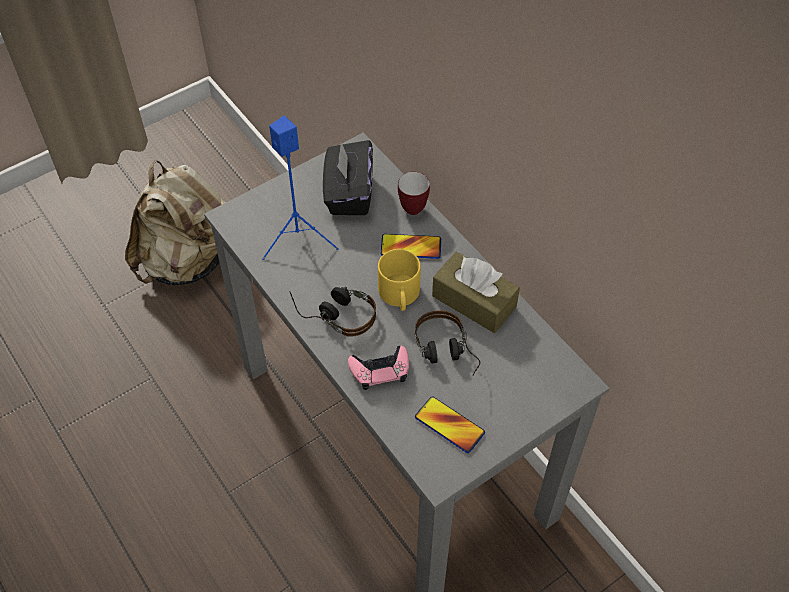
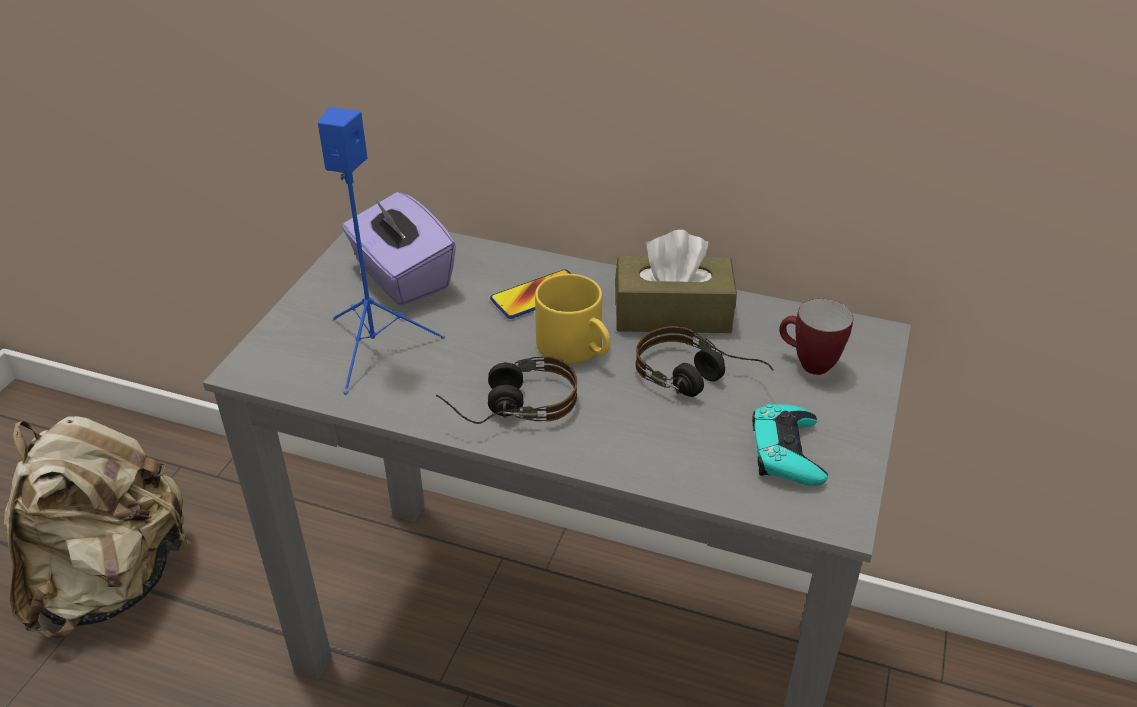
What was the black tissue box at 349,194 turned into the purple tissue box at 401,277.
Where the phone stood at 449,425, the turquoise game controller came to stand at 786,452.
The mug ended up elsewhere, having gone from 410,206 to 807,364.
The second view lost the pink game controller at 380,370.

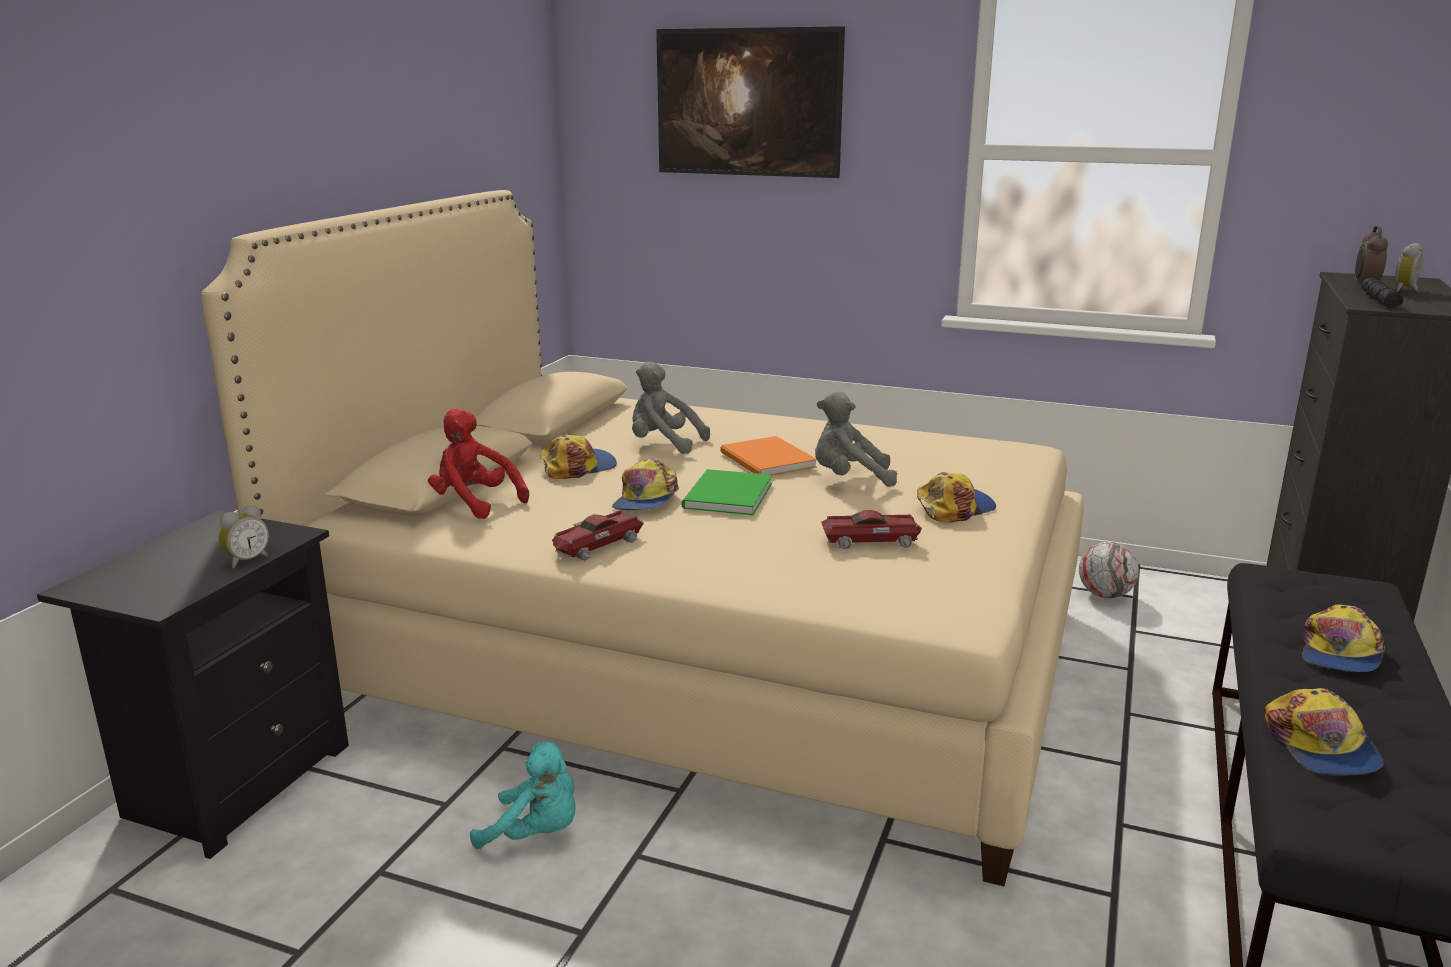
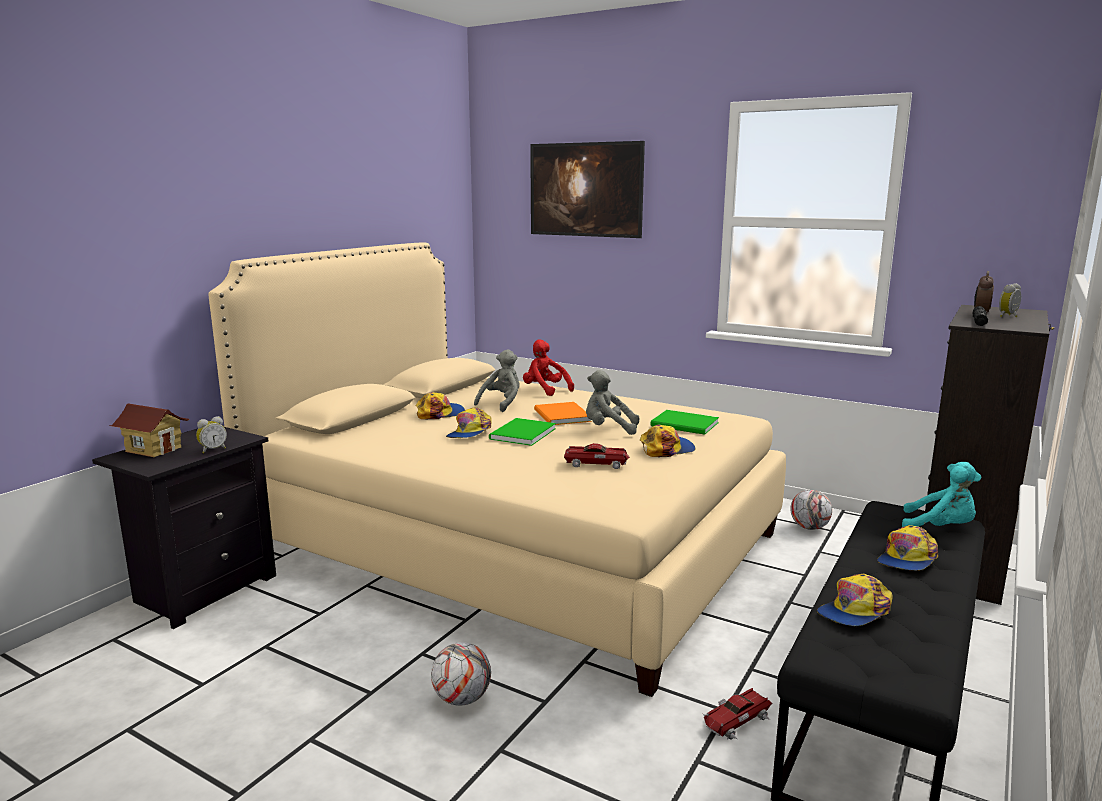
The second view gained the toy house at 154,449.
The second view gained the football at 462,699.
The grey plush toy at 663,444 ended up facing another way, 90 degrees clockwise from before.
The red plush toy ended up elsewhere, having gone from 474,504 to 545,390.
The second view gained the green book at 686,425.
The toy car ended up elsewhere, having gone from 597,545 to 736,720.
The cap at 1320,746 ended up facing another way, 45 degrees clockwise from before.
The turquoise plush toy ended up elsewhere, having gone from 536,834 to 940,528.

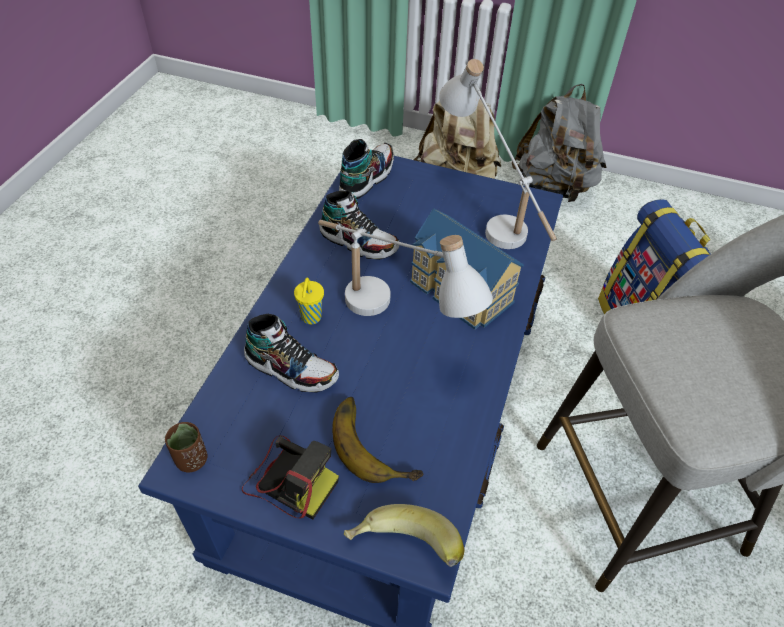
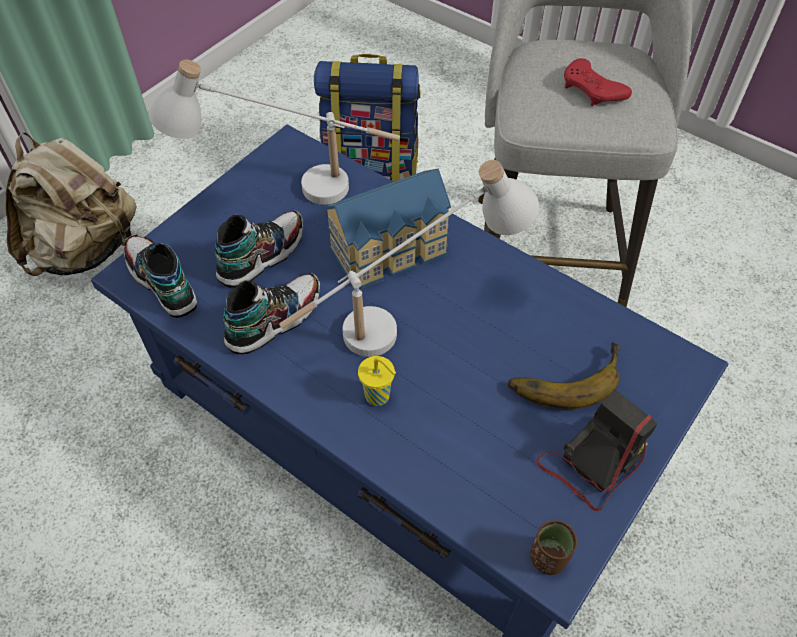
The shoe ended up elsewhere, having gone from 291,369 to 262,255.
The second view gained the red game controller at 592,89.
The second view lost the banana at 401,551.
The second view lost the grey backpack at 553,187.

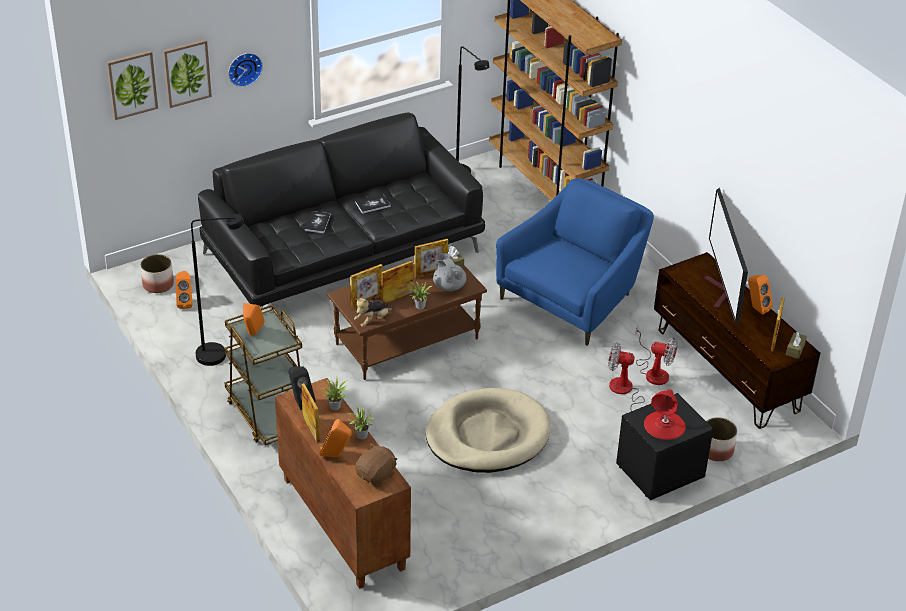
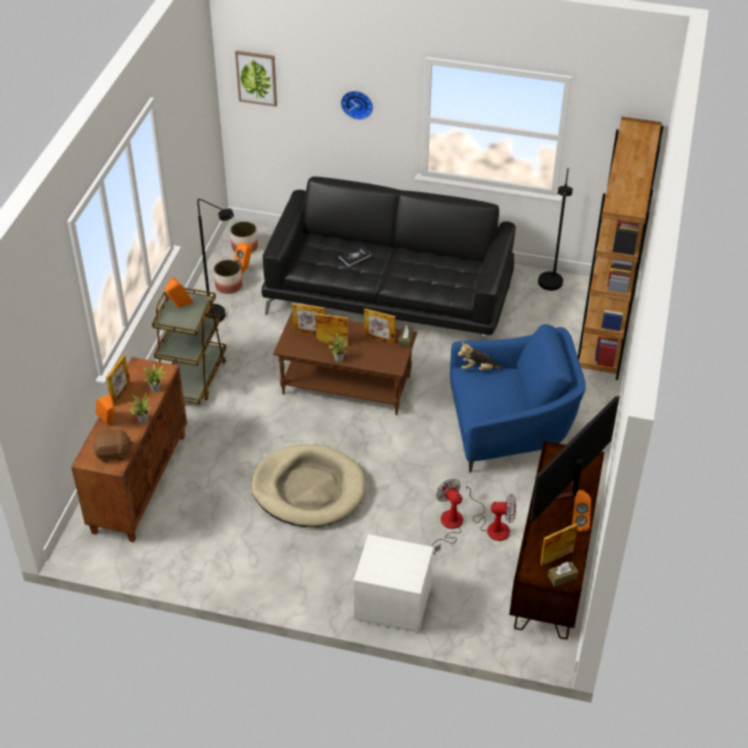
The planter ended up elsewhere, having gone from 716,450 to 228,286.
What was the black nightstand at 660,471 turned into the white nightstand at 391,604.
The plush toy ended up elsewhere, having gone from 372,320 to 478,369.
The fan at 653,371 ended up facing another way, 60 degrees counterclockwise from before.
The second view lost the picture at 186,73.
The second view lost the black speaker at 300,402.
The second view lost the book at 373,205.
The second view lost the grey teapot at 449,286.
The second view lost the red table lamp at 664,425.

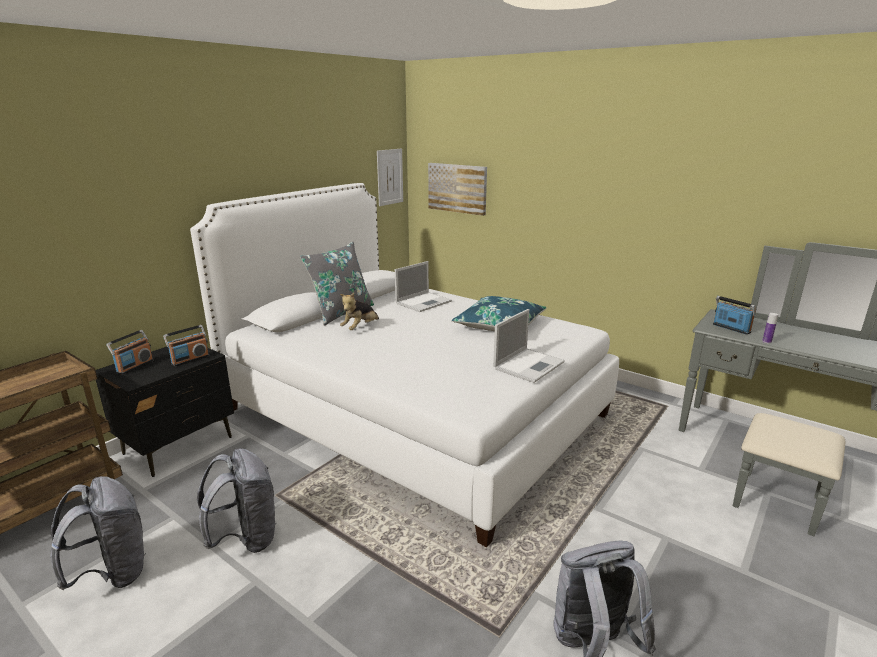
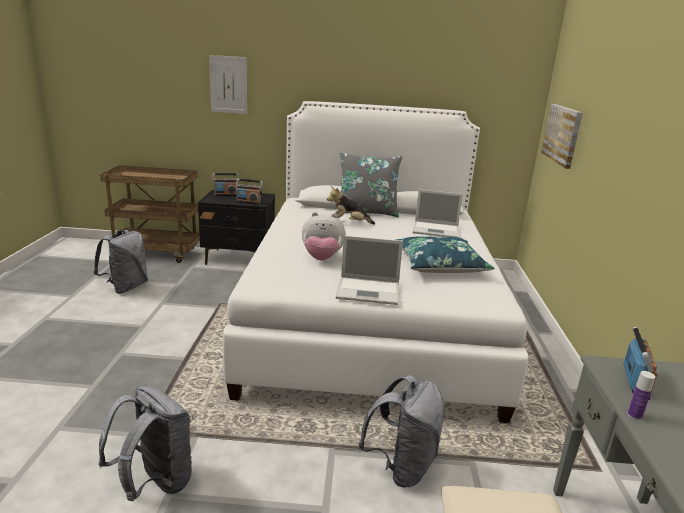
The picture ended up elsewhere, having gone from 390,177 to 228,84.
The second view gained the plush toy at 322,259.
The grey backpack ended up elsewhere, having gone from 246,538 to 401,466.

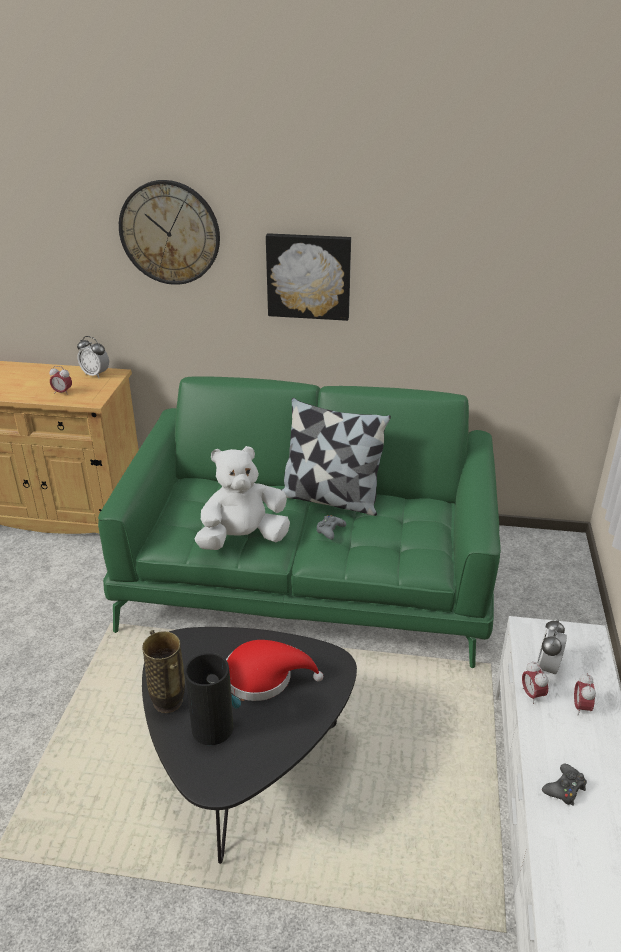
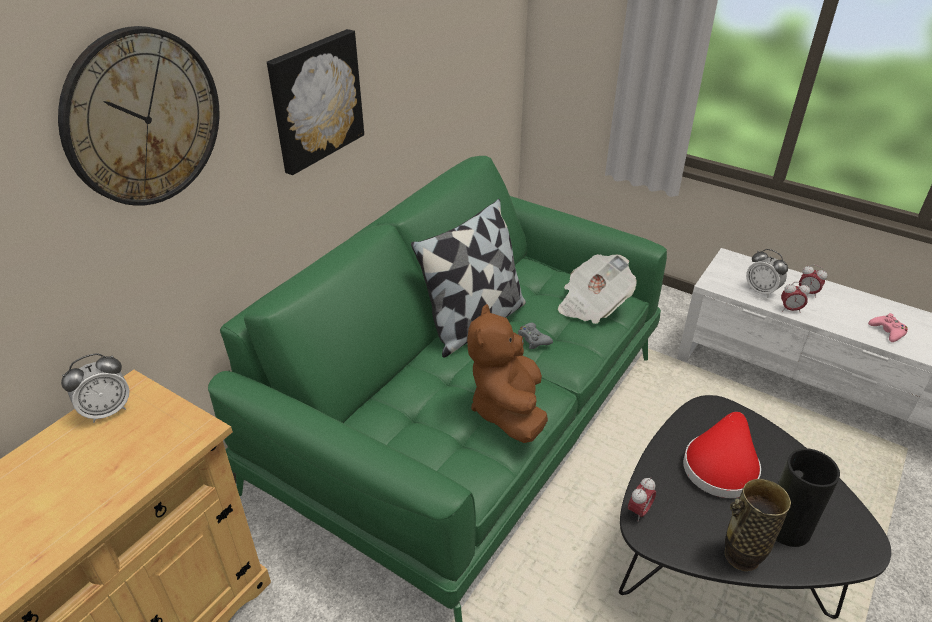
What was the white plush toy at 243,539 turned into the brown plush toy at 508,409.
The second view gained the newspaper at 592,304.
The alarm clock ended up elsewhere, having gone from 62,392 to 639,511.
What was the black game controller at 564,788 turned into the pink game controller at 887,331.

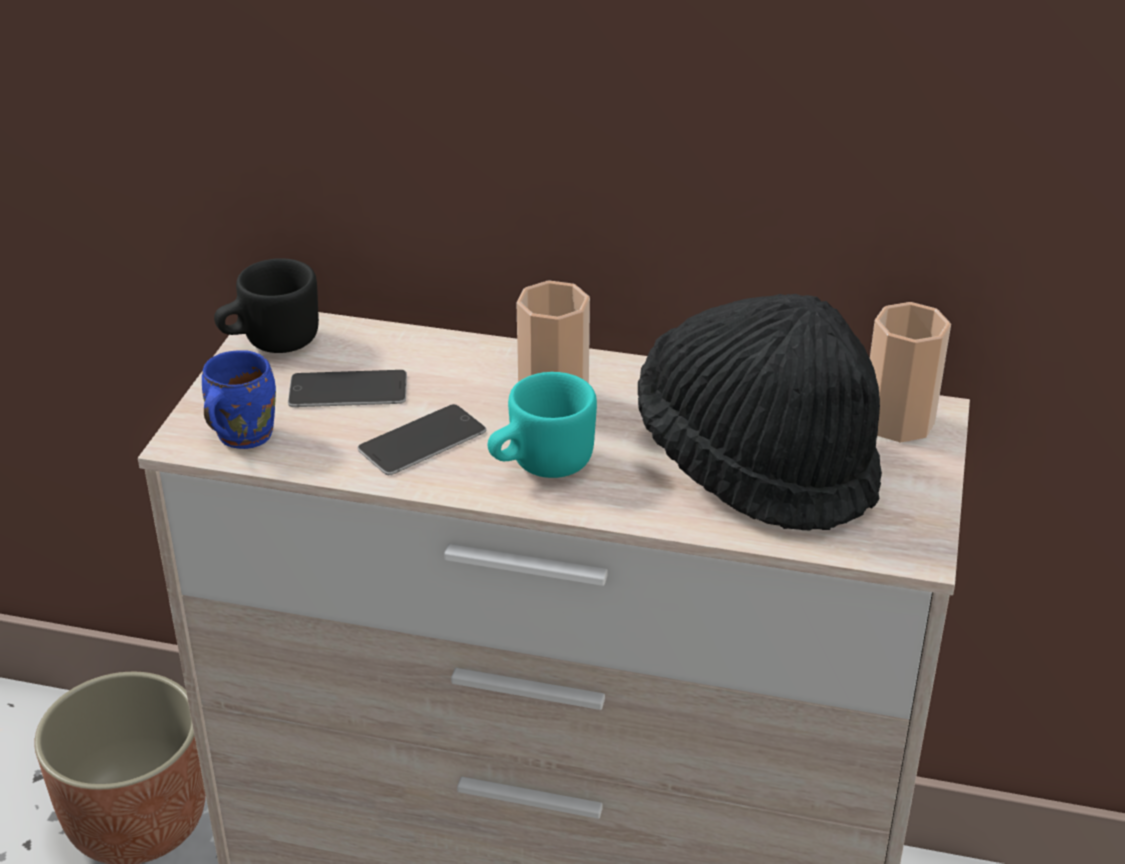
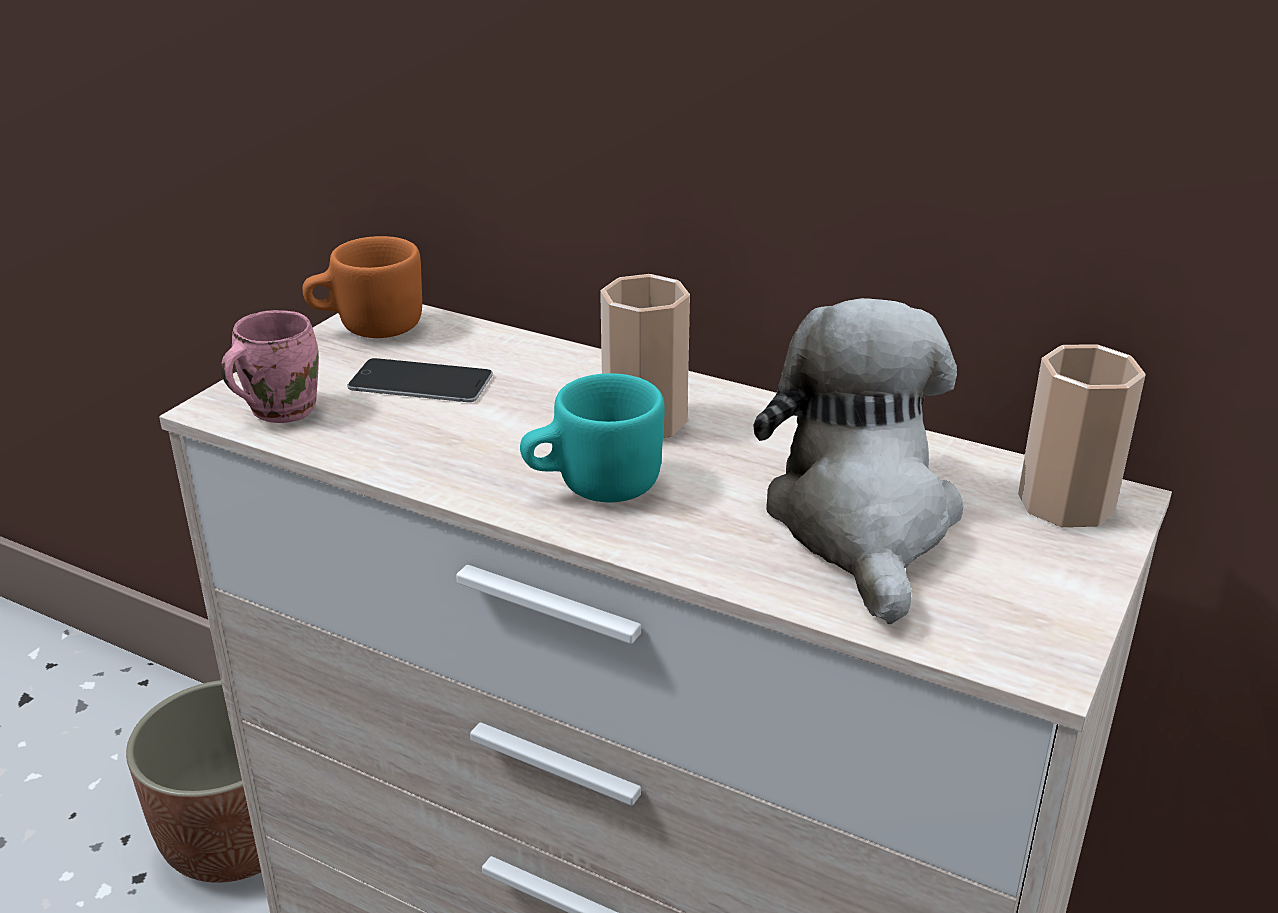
What was the blue mug at 240,435 turned into the pink mug at 277,409.
What was the black mug at 270,342 turned into the orange mug at 367,327.
Where the black hat stood at 757,463, the plush toy came to stand at 862,523.
The second view lost the phone at 422,440.

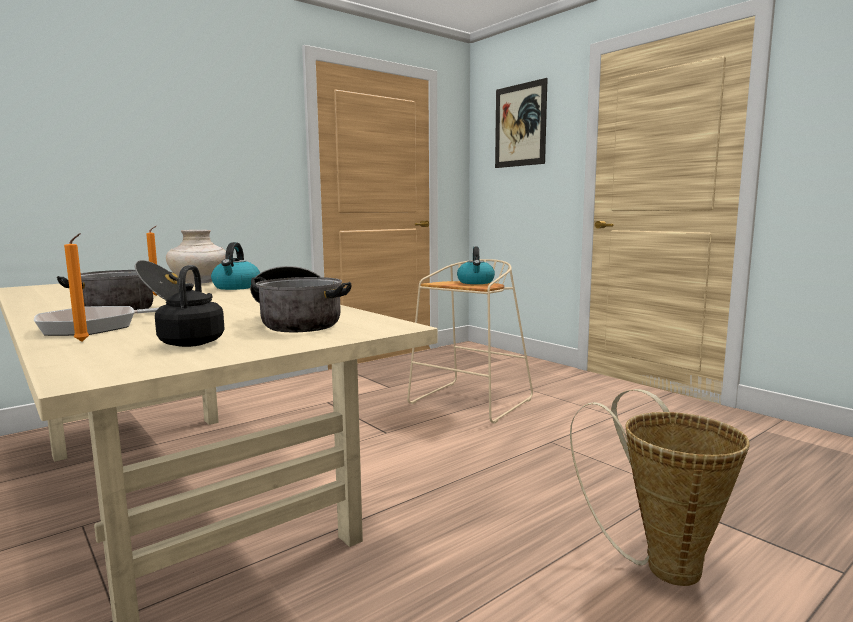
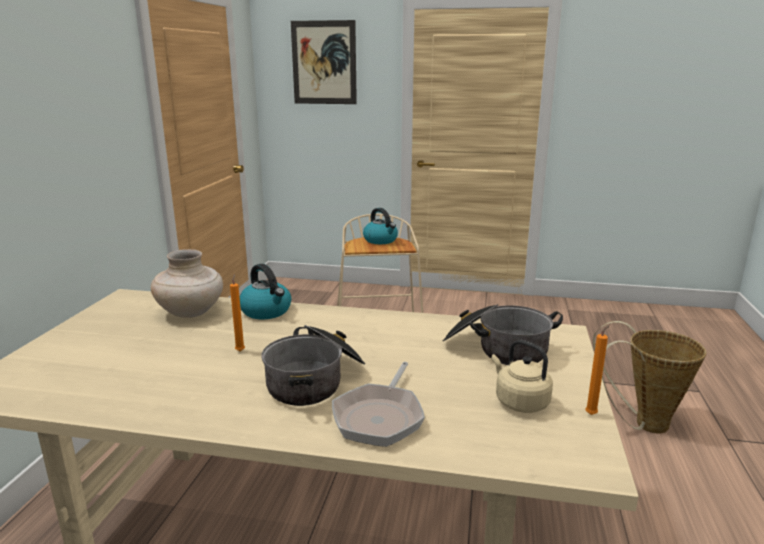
What was the black kettle at 193,342 turned into the beige kettle at 519,402.
The orange candle ended up elsewhere, having gone from 84,341 to 592,414.

